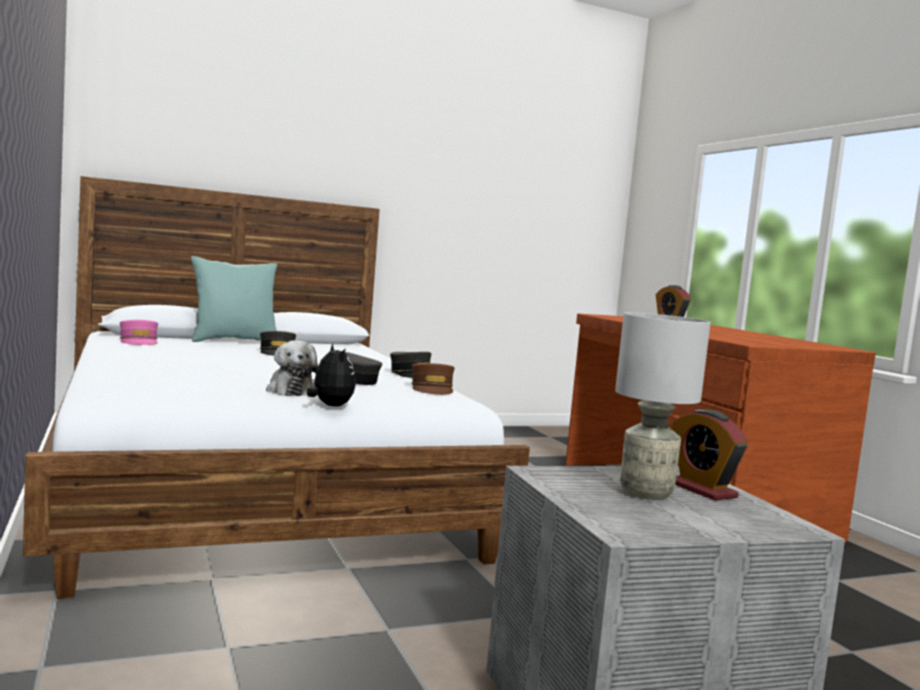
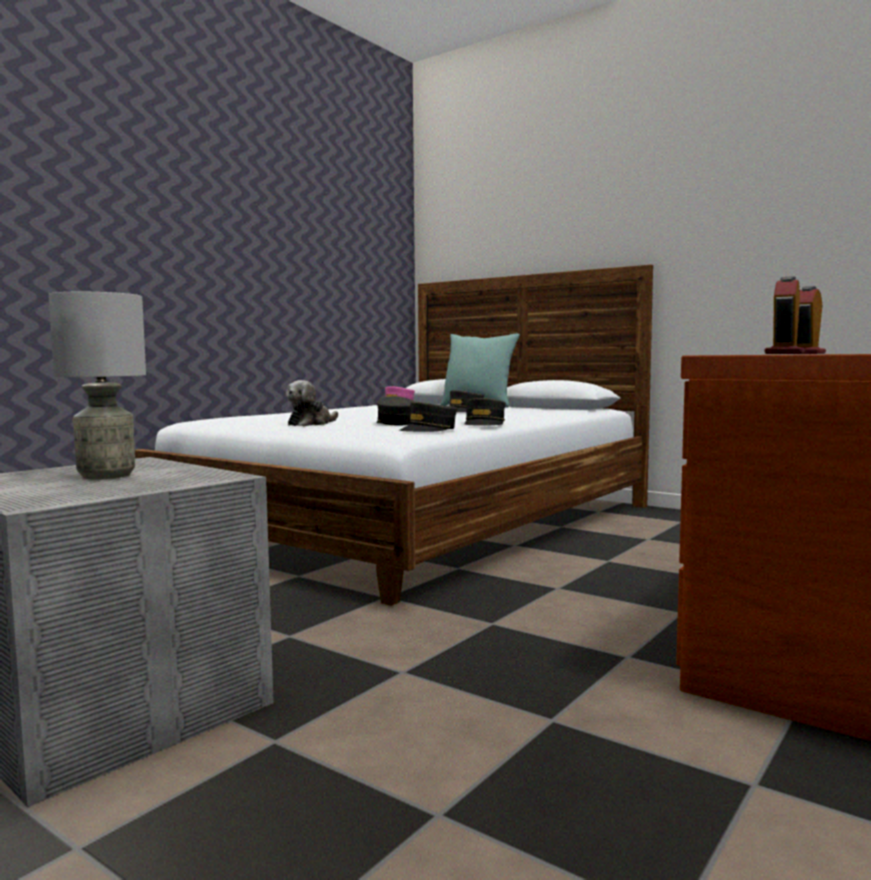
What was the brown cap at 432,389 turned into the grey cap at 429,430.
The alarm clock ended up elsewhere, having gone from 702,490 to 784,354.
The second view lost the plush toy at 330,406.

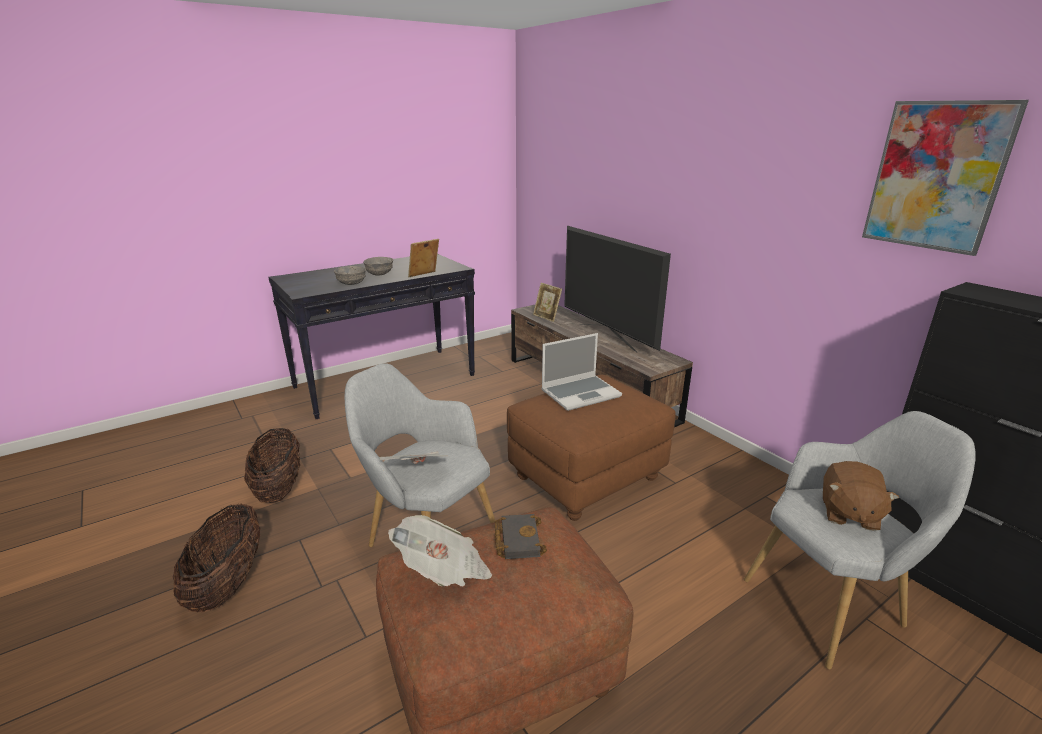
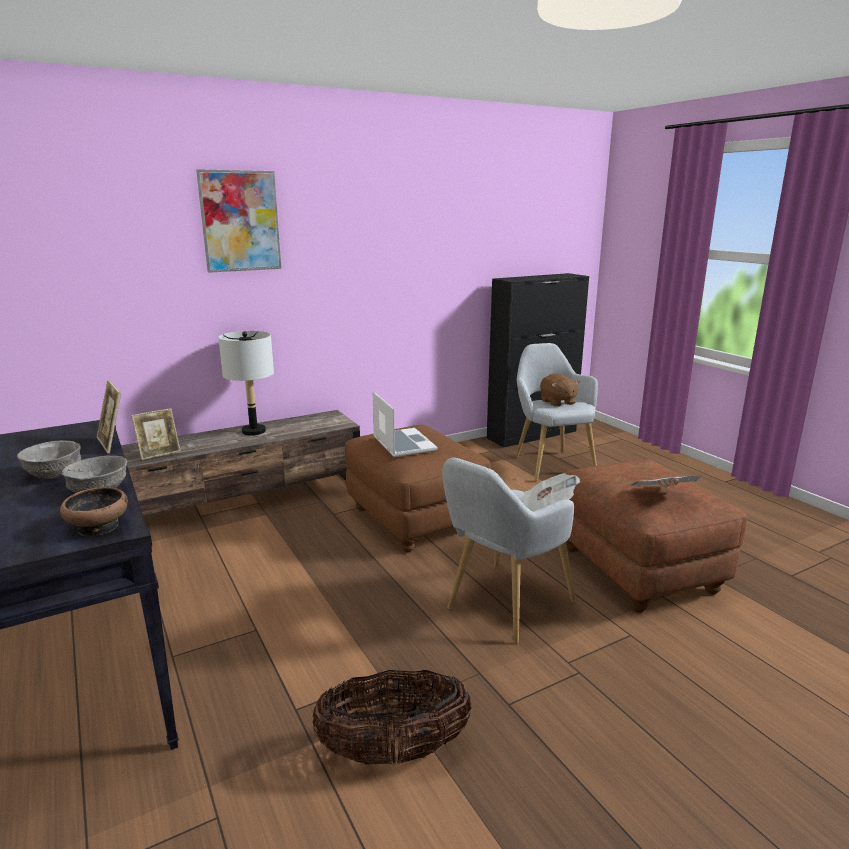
The second view gained the bowl at 99,526.
The picture ended up elsewhere, having gone from 936,176 to 240,221.
Where the television stood at 607,337, the grey table lamp came to stand at 254,431.
The brown plush toy at 848,513 ended up facing another way, 45 degrees clockwise from before.
The second view lost the basket at 228,583.
The second view lost the black book at 517,539.

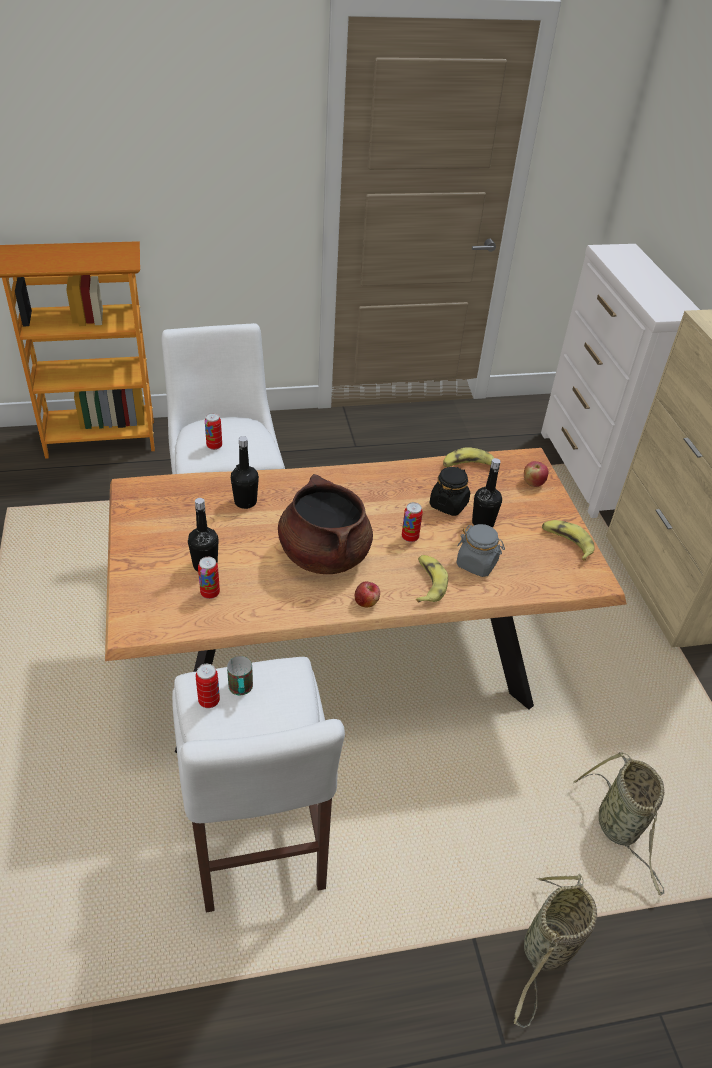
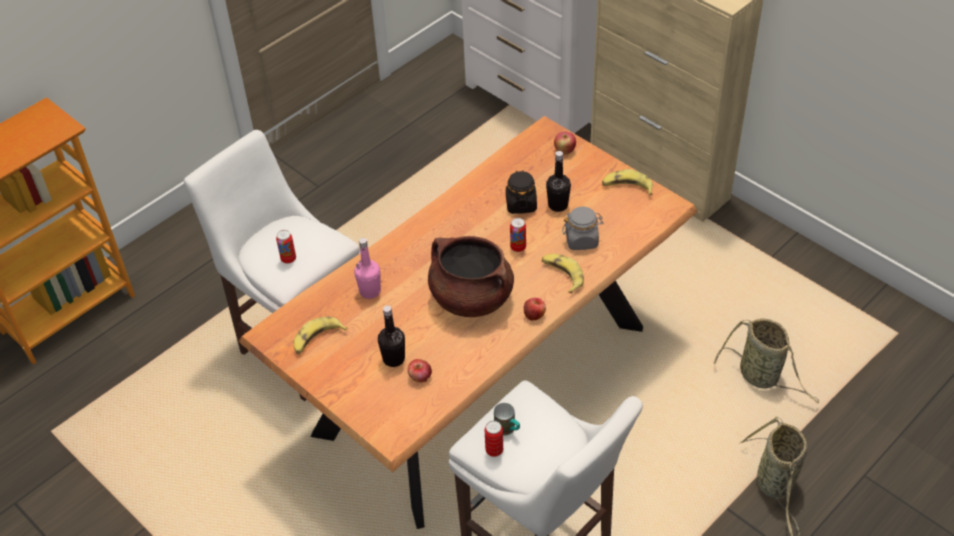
The banana ended up elsewhere, having gone from 467,466 to 317,339.
What was the black bottle at 245,502 turned into the pink bottle at 370,291.
Where the can stood at 210,593, the apple came to stand at 420,377.

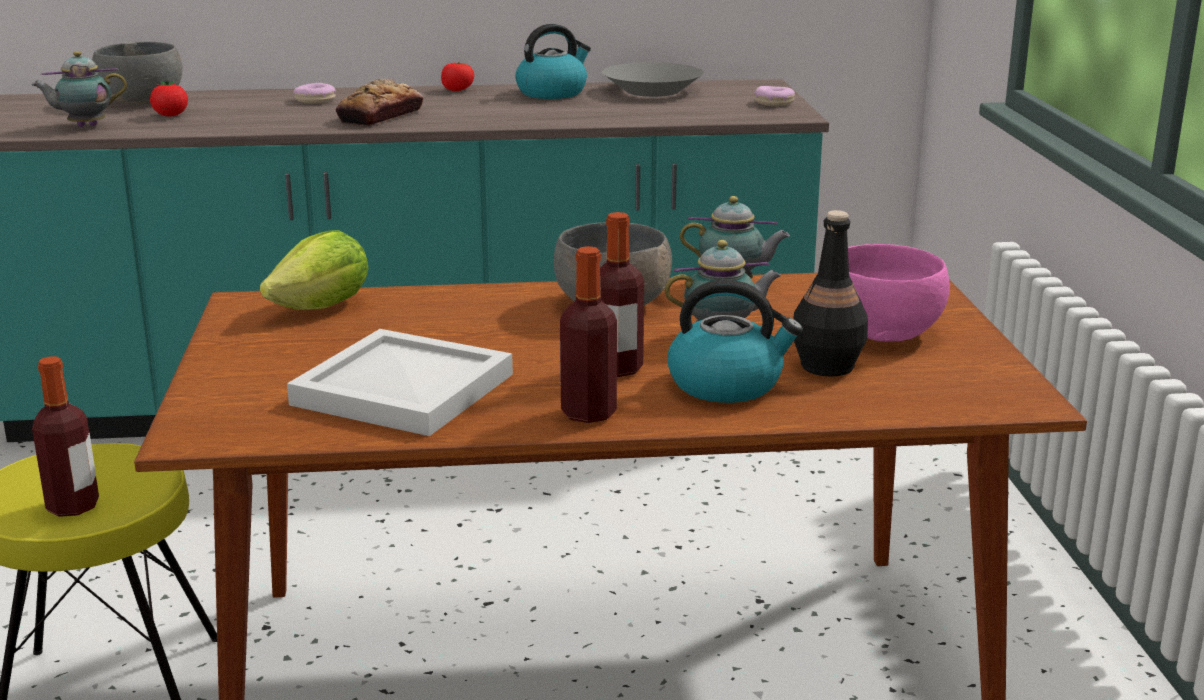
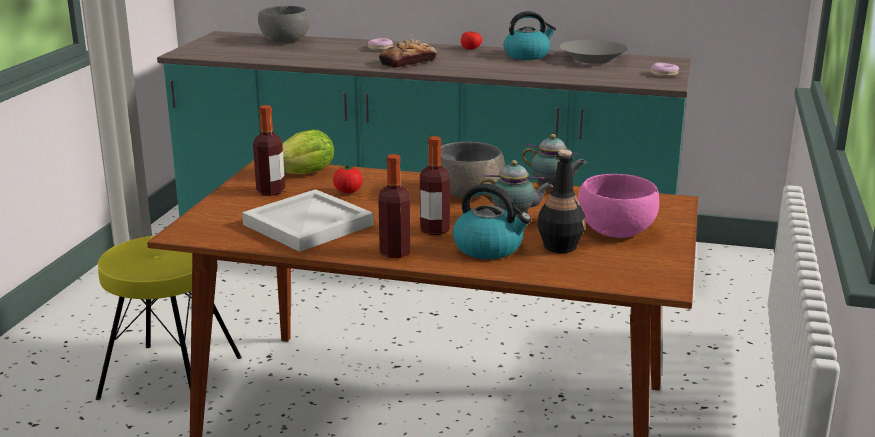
The bottle ended up elsewhere, having gone from 73,506 to 270,191.
The tomato ended up elsewhere, having gone from 171,116 to 348,192.
The second view lost the teapot at 84,126.

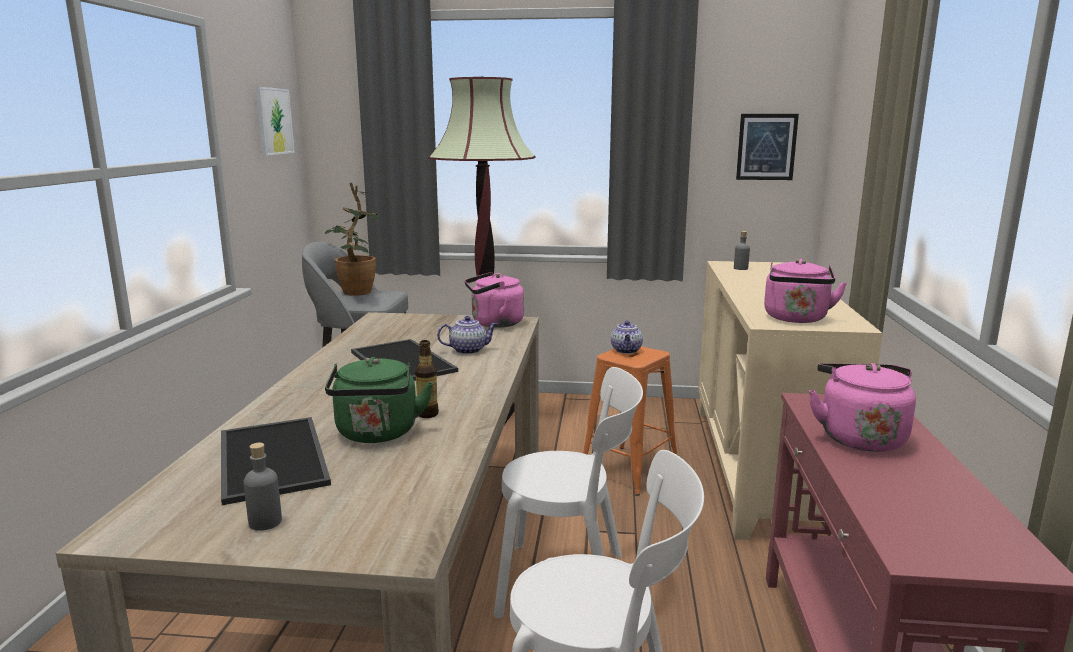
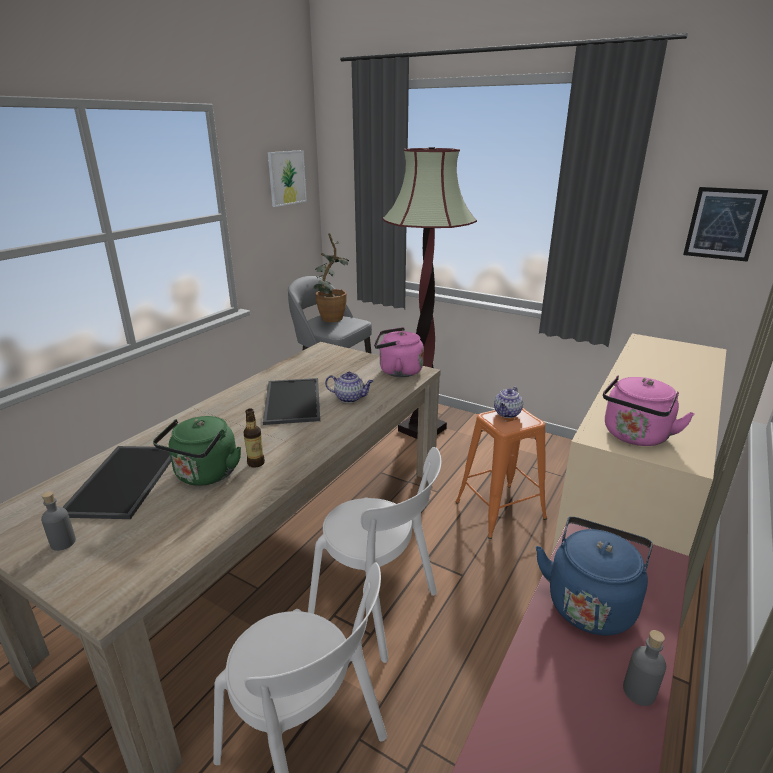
What was the pink kettle at 859,437 turned into the blue kettle at 590,602.
The grey bottle ended up elsewhere, having gone from 740,268 to 639,691.

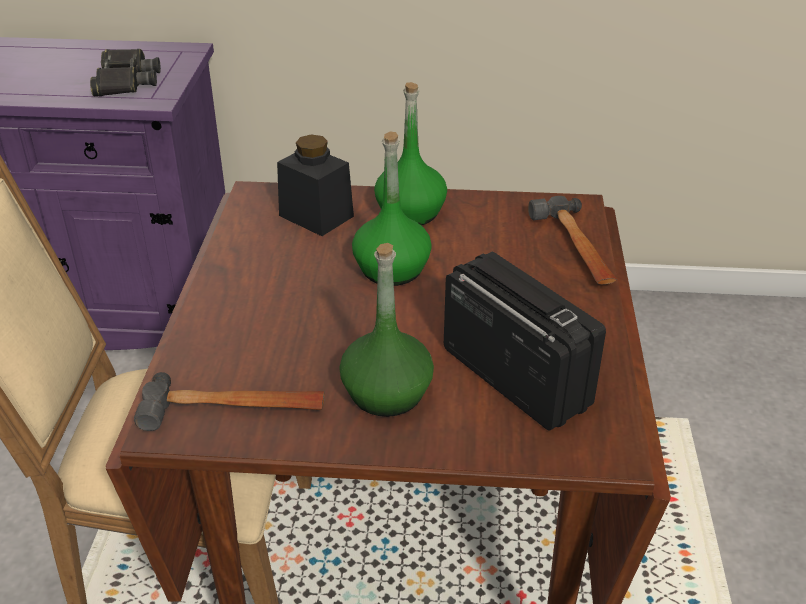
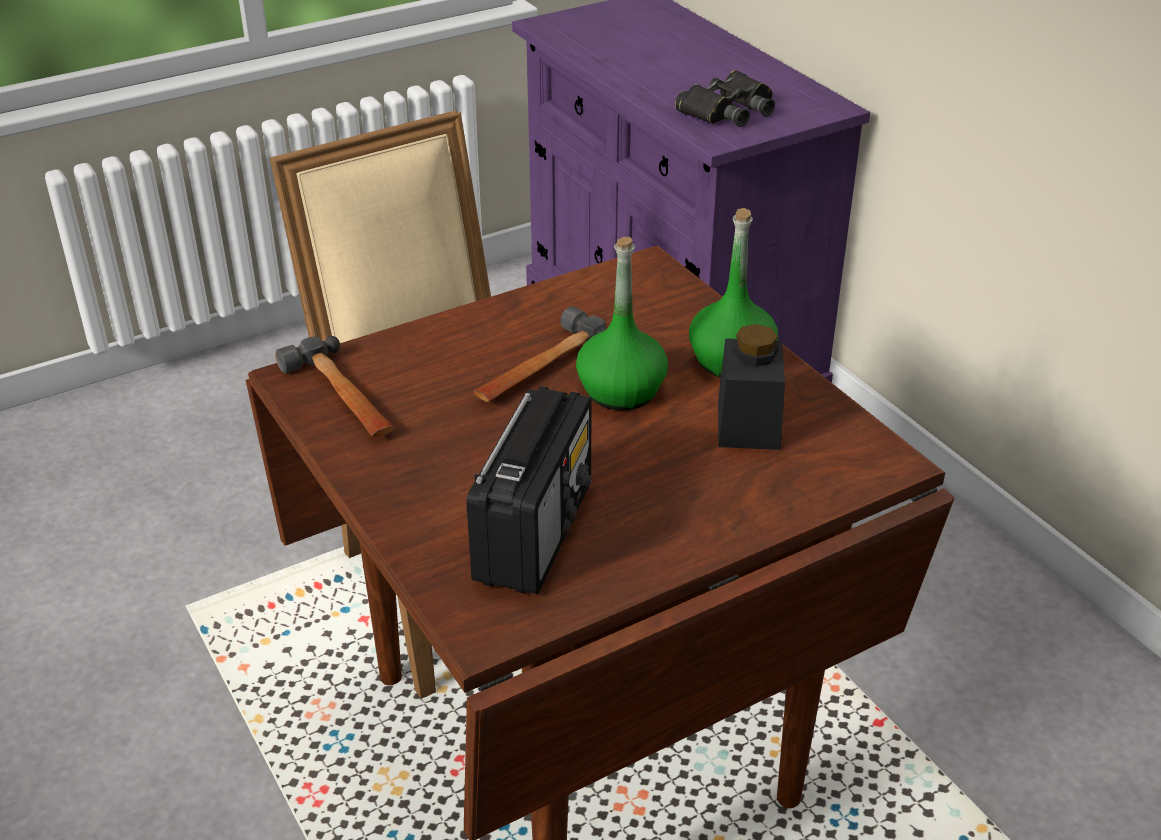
The hammer ended up elsewhere, having gone from 575,248 to 540,367.
The black jar ended up elsewhere, having gone from 316,216 to 748,424.
The second view lost the green bottle at 386,394.

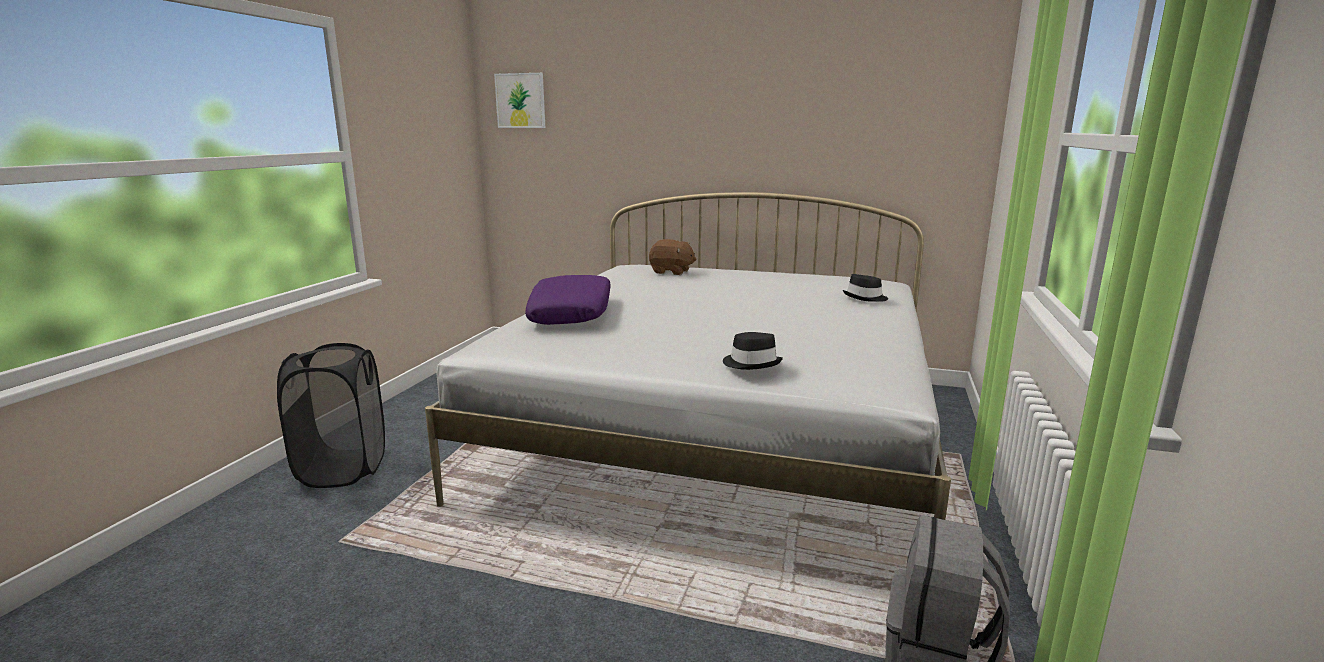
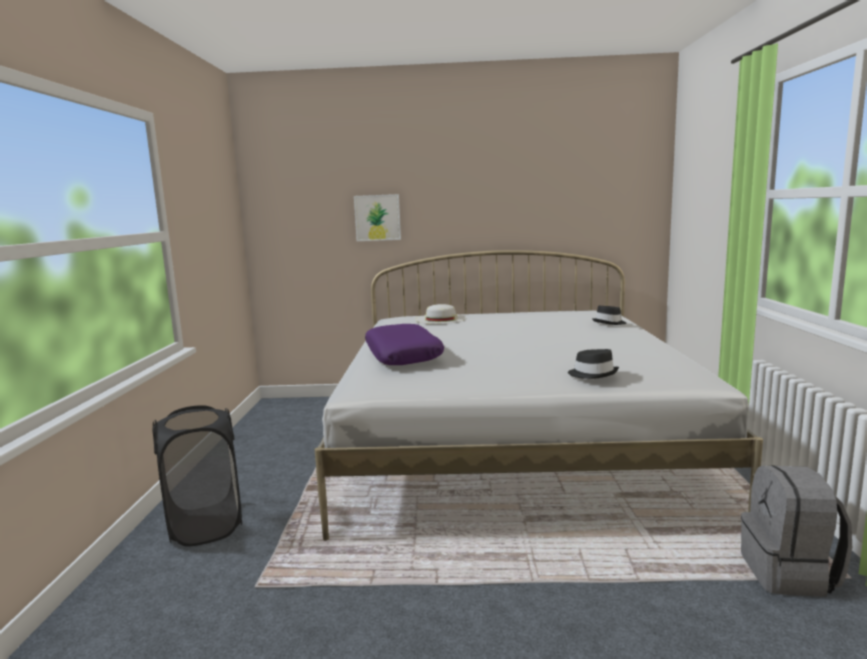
The picture ended up elsewhere, having gone from 520,100 to 377,217.
Where the brown plush toy stood at 671,272, the white hat came to stand at 441,319.

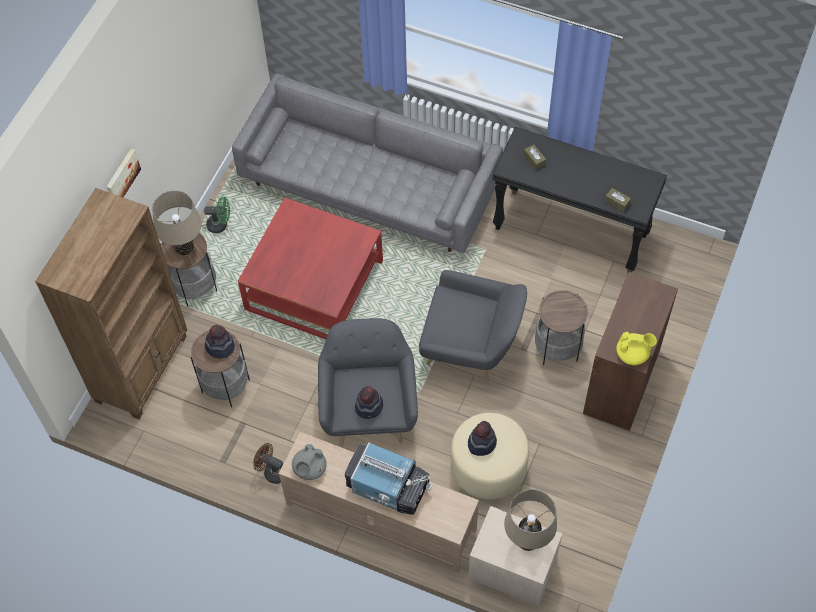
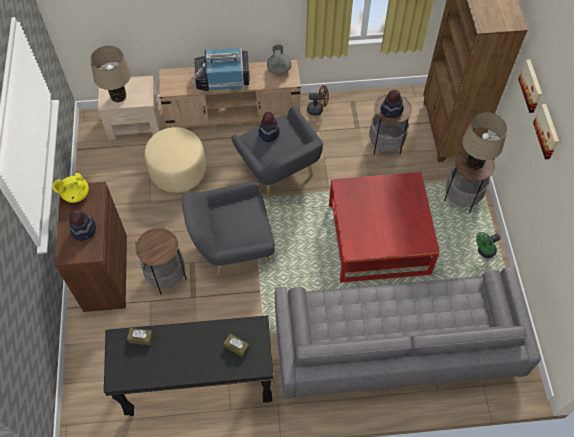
The hat ended up elsewhere, having gone from 481,443 to 84,230.
The second view gained the picture at 547,131.

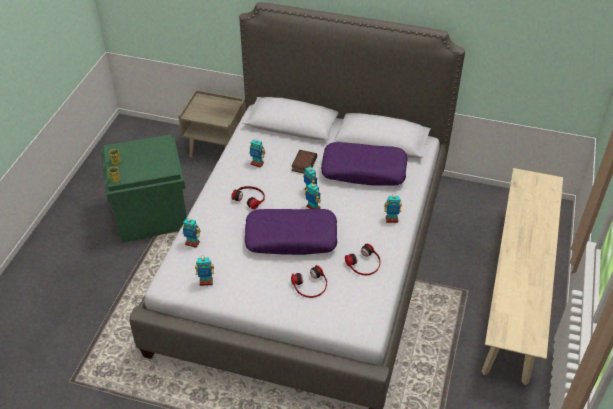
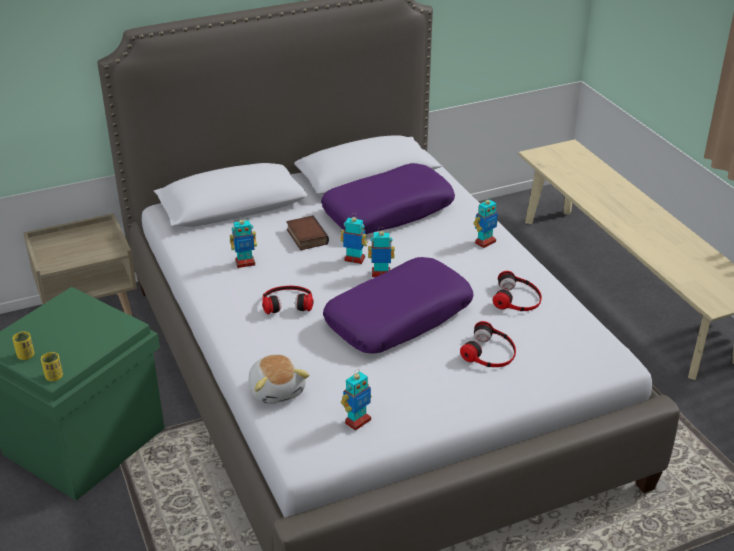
Where the toy robot stood at 192,243, the plush toy came to stand at 277,390.

